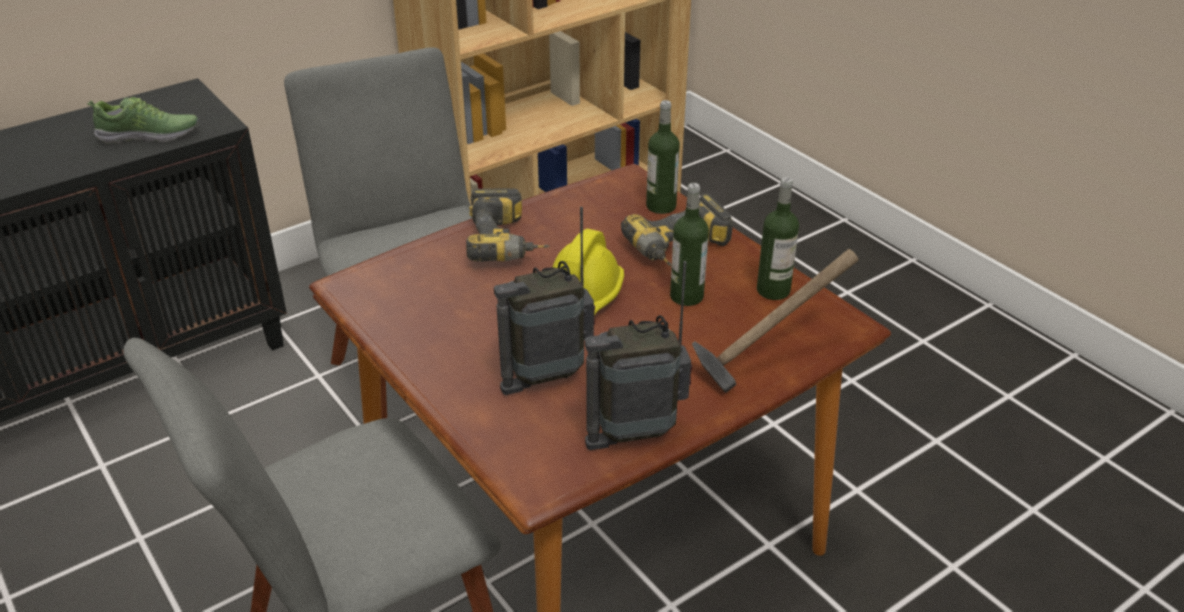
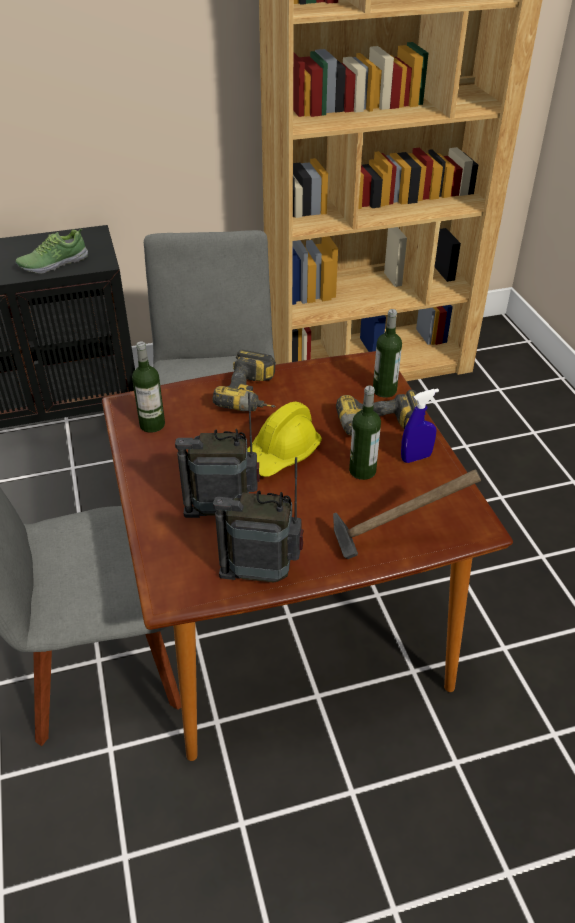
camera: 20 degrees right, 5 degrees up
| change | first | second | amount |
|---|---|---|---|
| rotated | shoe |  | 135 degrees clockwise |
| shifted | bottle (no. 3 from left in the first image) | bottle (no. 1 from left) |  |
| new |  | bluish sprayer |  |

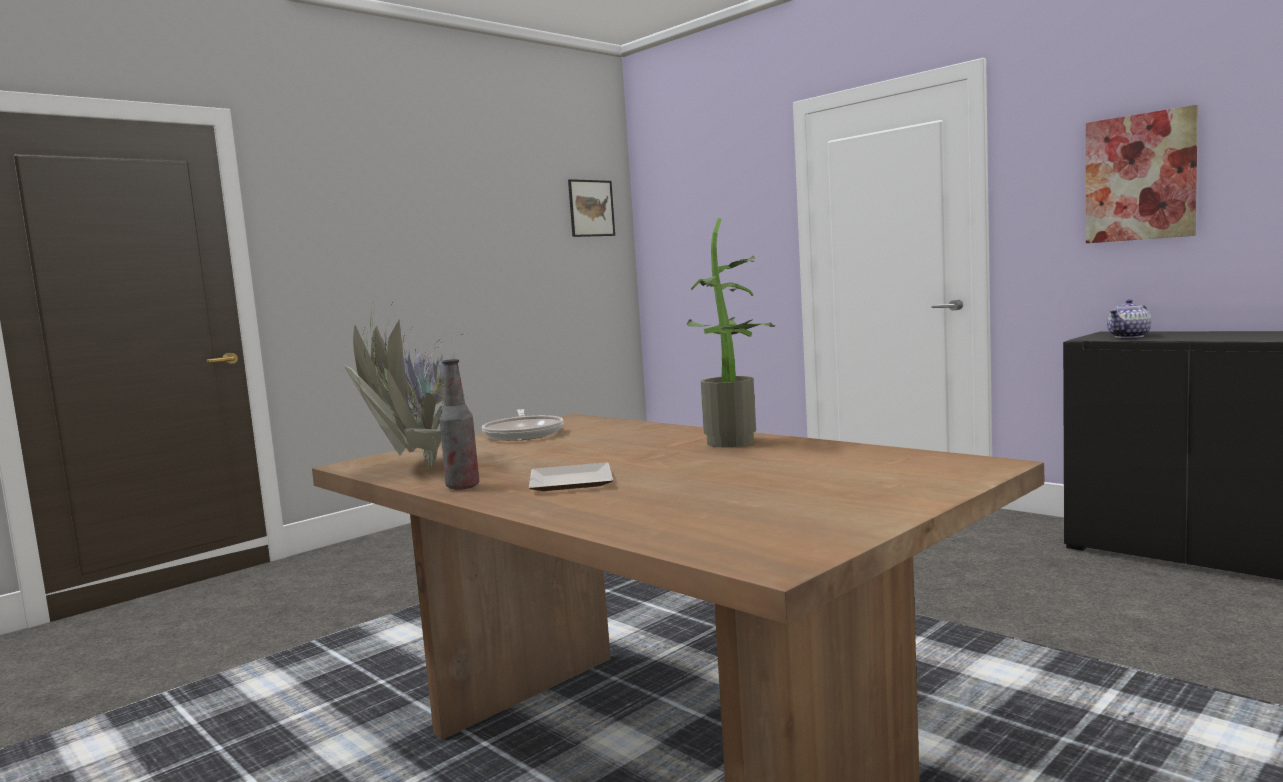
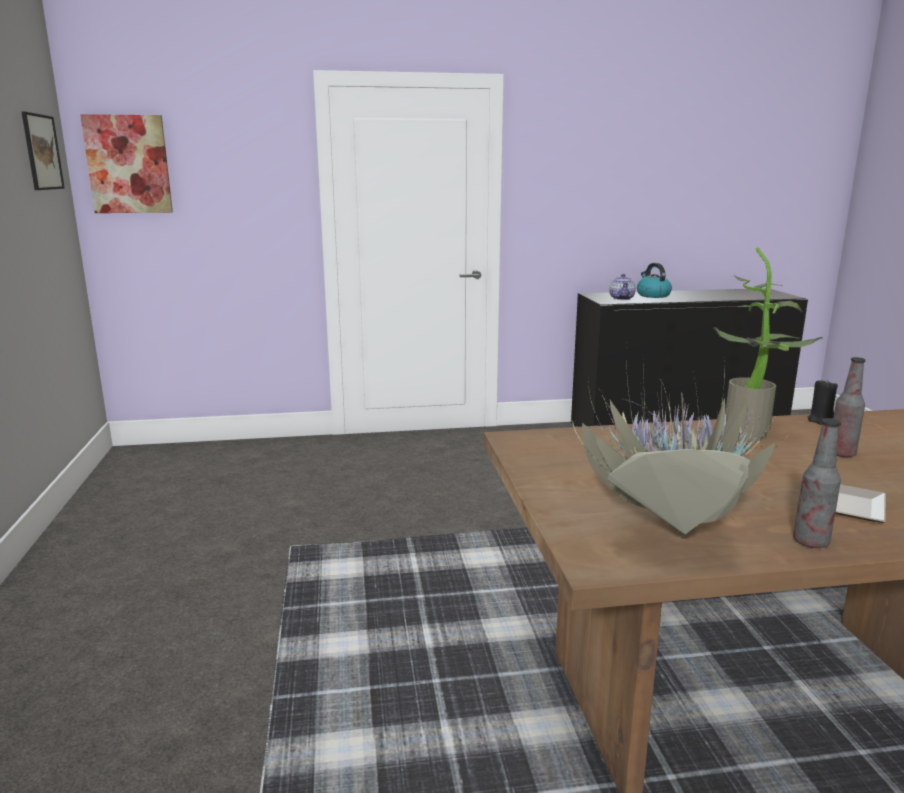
camera: 55 degrees left, 10 degrees up
| change | first | second | amount |
|---|---|---|---|
| shifted | picture (no. 2 from left) |  |  |
| gone | pan |  |  |
| new |  | water kettle |  |
| new |  | bottle (no. 2 from left) |  |
| new |  | black wax light |  |

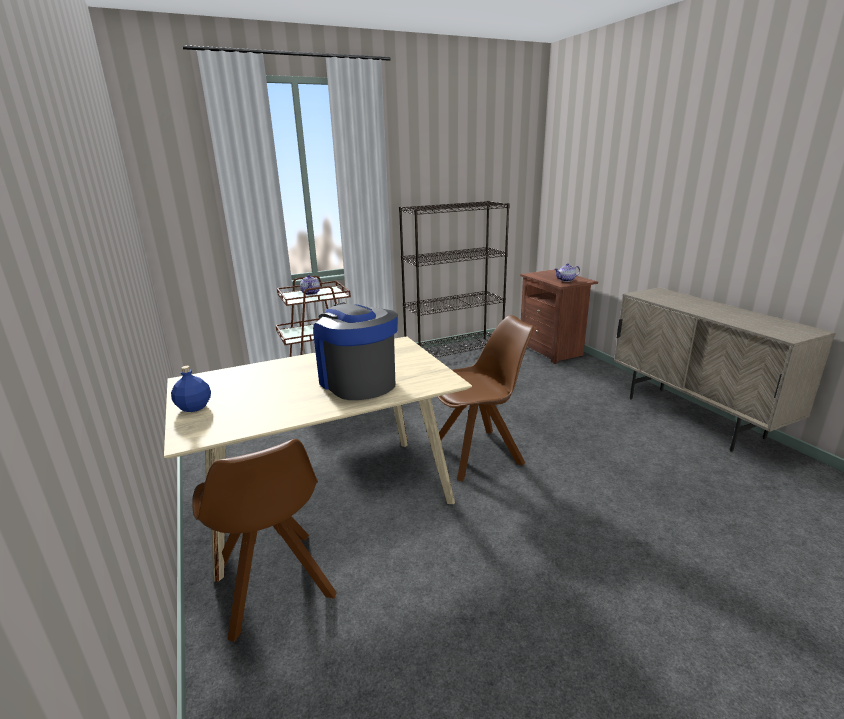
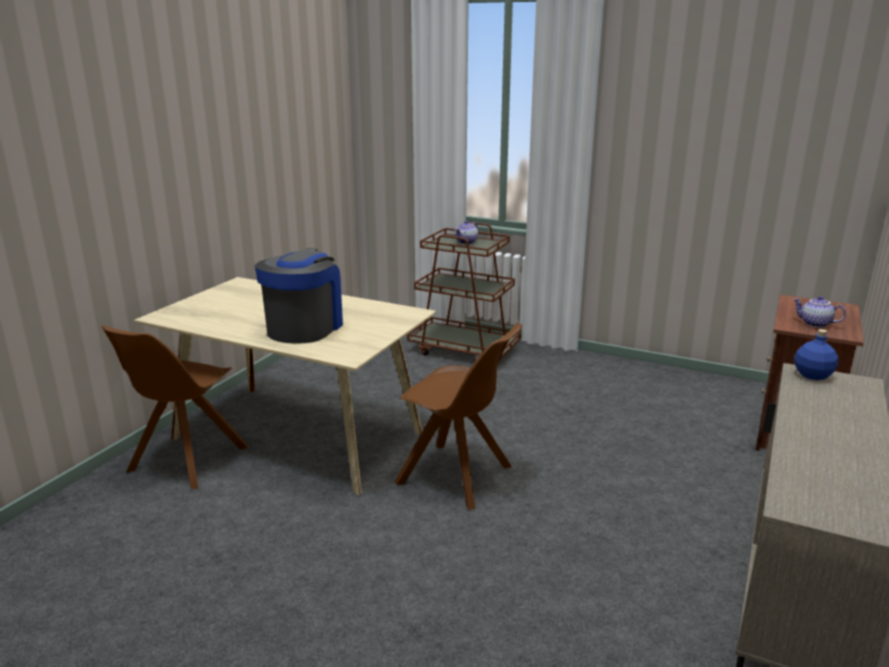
camera: 50 degrees right, 0 degrees up
| change | first | second | amount |
|---|---|---|---|
| gone | black bookshelf |  |  |
| shifted | bluish bottle |  |  |

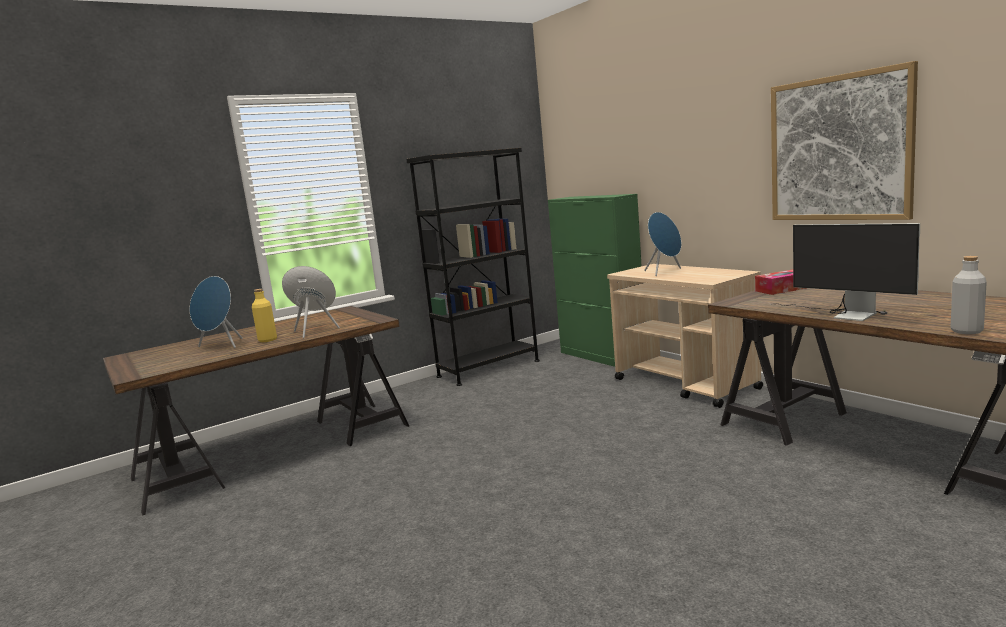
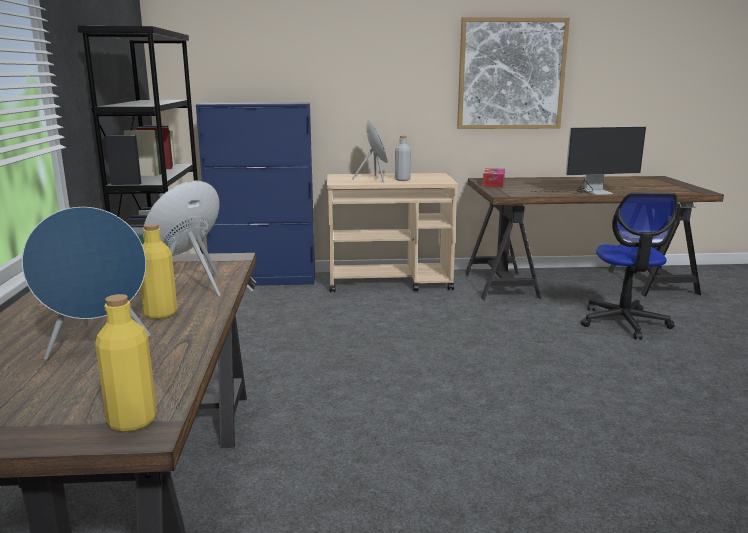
camera: 60 degrees left, 5 degrees up
| change | first | second | amount |
|---|---|---|---|
| repainted | greenish storage cabinet | bluish storage cabinet |  |
| shifted | gray bottle |  |  |
| new |  | office chair |  |
| new |  | yellow-coloured bottle (no. 1 from left) |  |

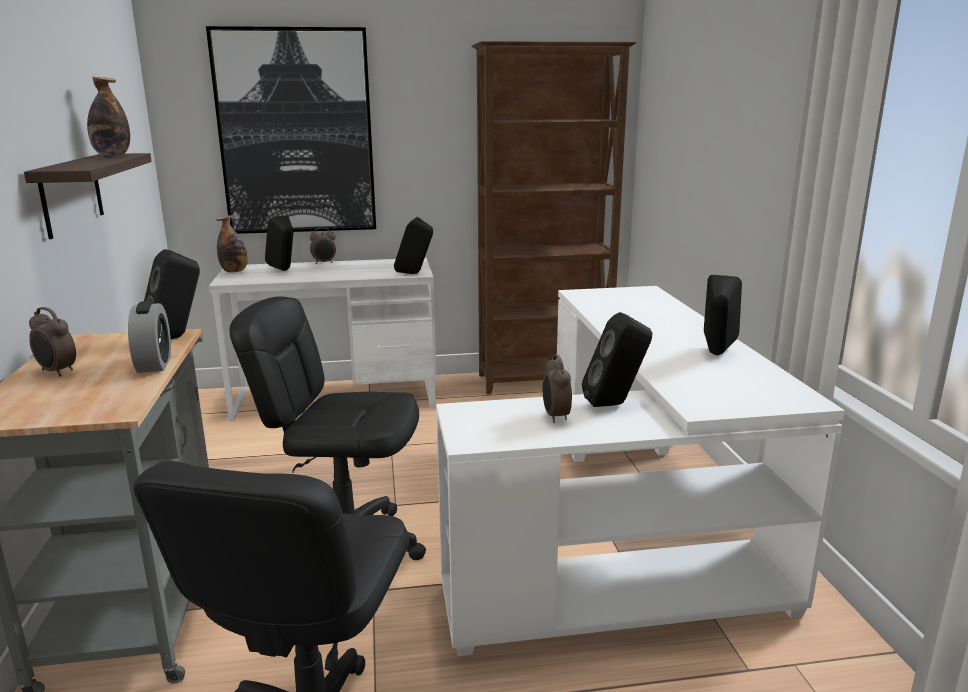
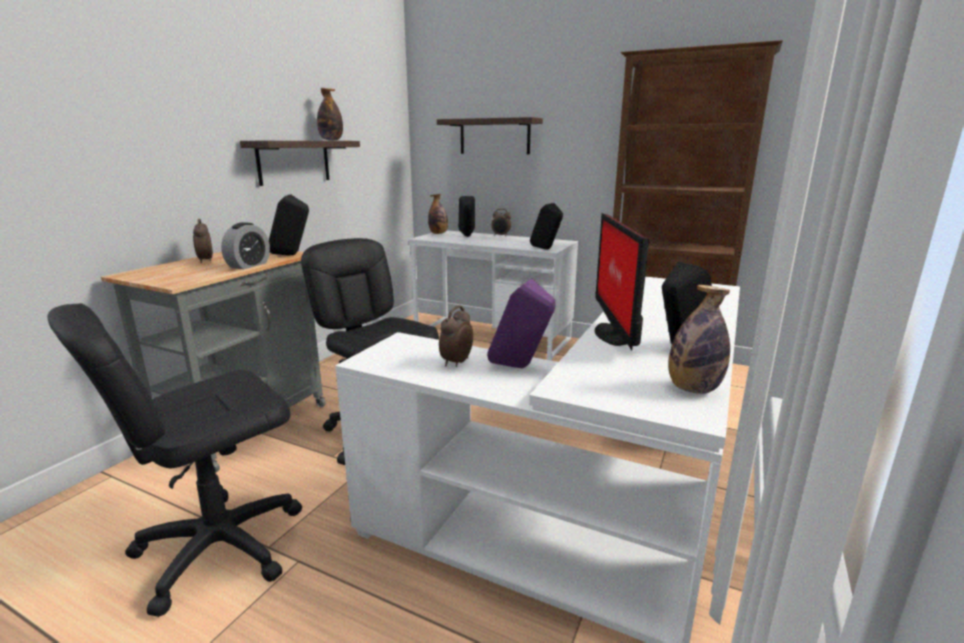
camera: 35 degrees right, 0 degrees up
| change | first | second | amount |
|---|---|---|---|
| swapped | picture | bracket shelf (no. 2 from left) |  |
| repainted | black audio speaker (no. 4 from left) | purple audio speaker |  |
| new |  | computer display |  |
| new |  | bottle (no. 3 from left) |  |

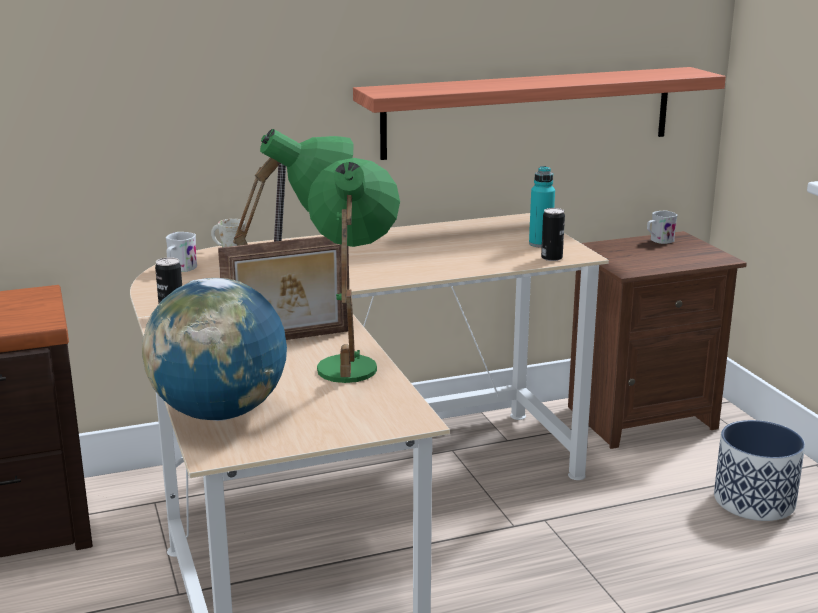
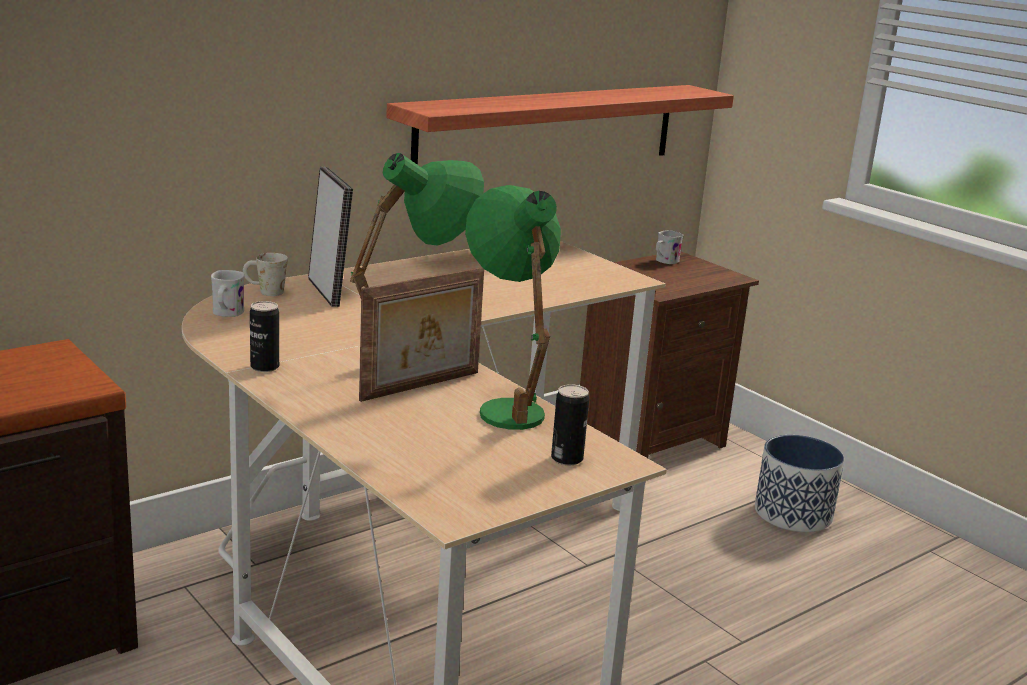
camera: 20 degrees left, 0 degrees up
| change | first | second | amount |
|---|---|---|---|
| gone | turquoise-coloured bottle |  |  |
| shifted | sealed can (no. 2 from left) |  |  |
| gone | desk globe |  |  |

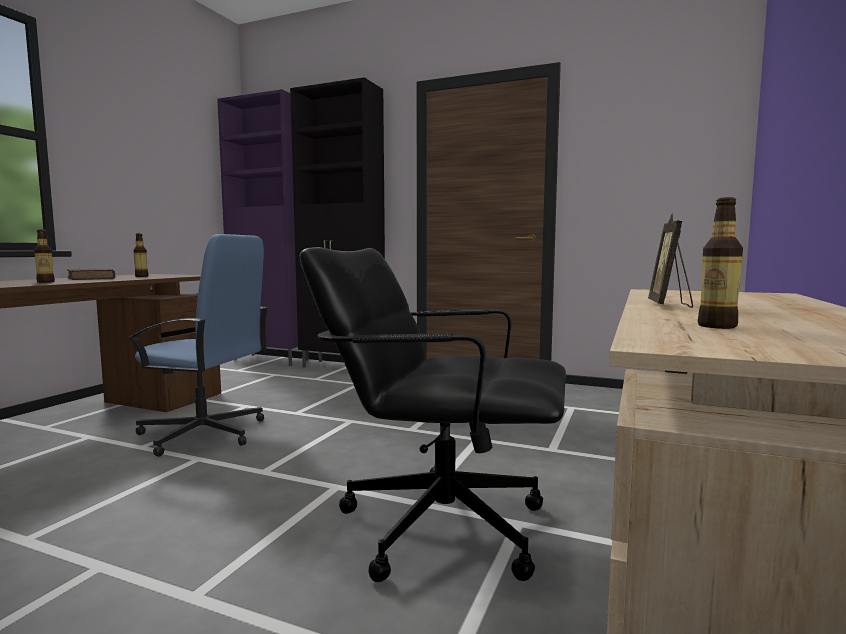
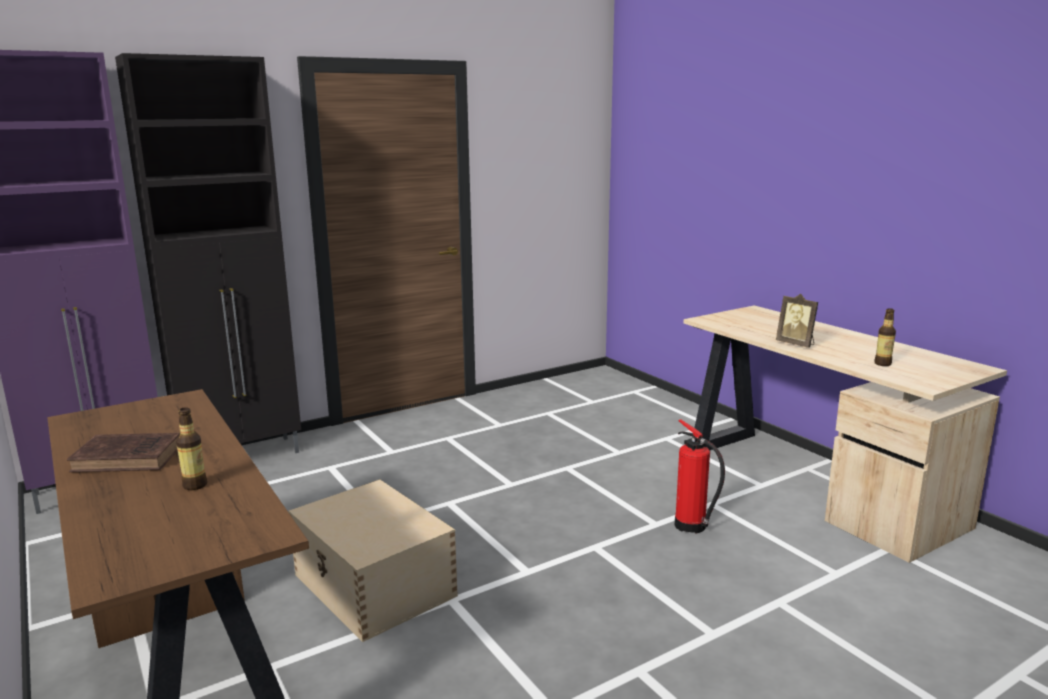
camera: 55 degrees left, 10 degrees up
| change | first | second | amount |
|---|---|---|---|
| gone | bottle (no. 2 from left) |  |  |
| swapped | bluish office chair | beige storage box |  |
| swapped | black office chair | fire-fighting cylinder |  |

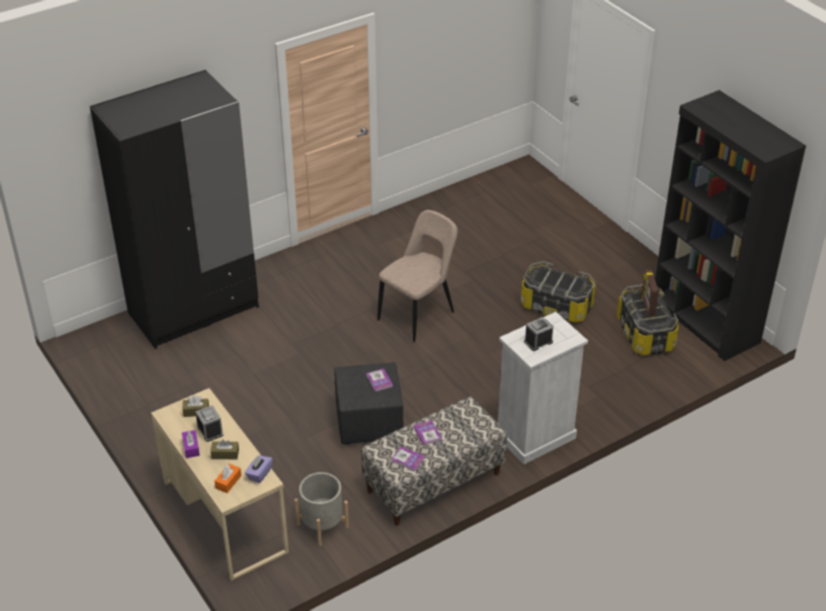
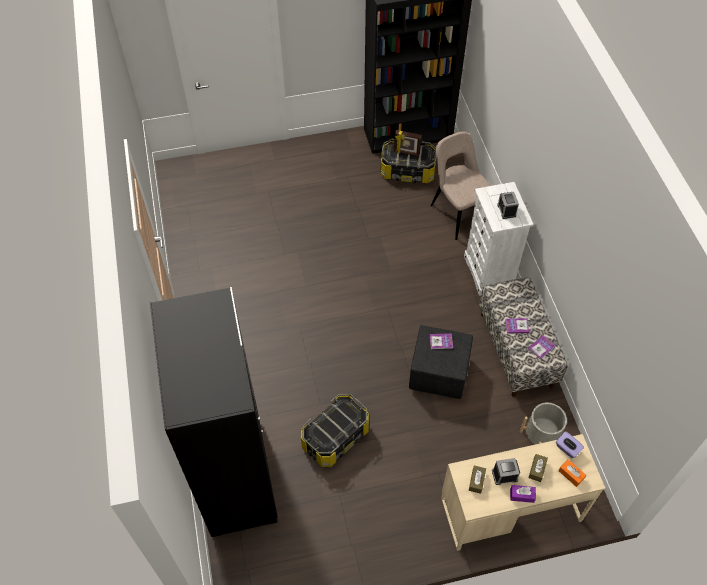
camera: 70 degrees left, 15 degrees up
| change | first | second | amount |
|---|---|---|---|
| shifted | beige upright chair |  |  |
| shifted | storage box (no. 1 from left) |  |  |

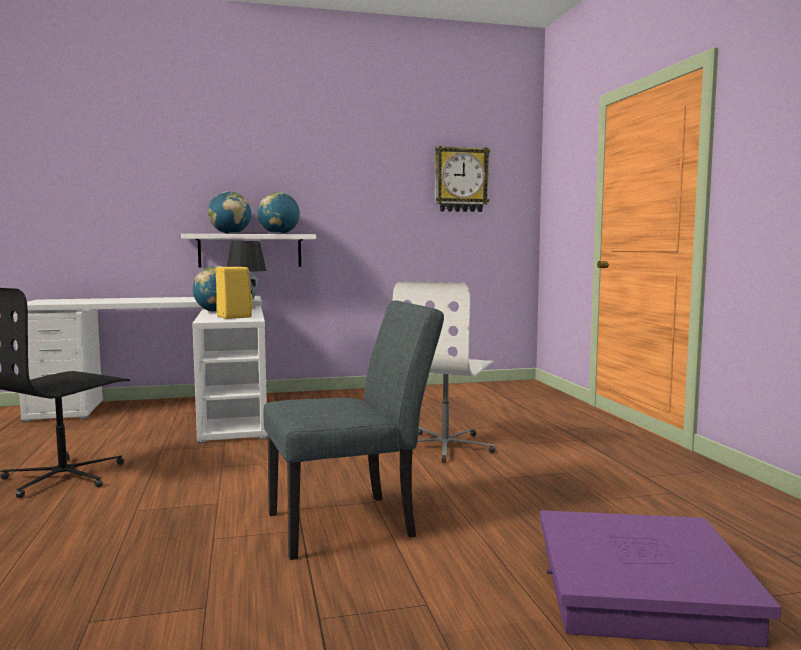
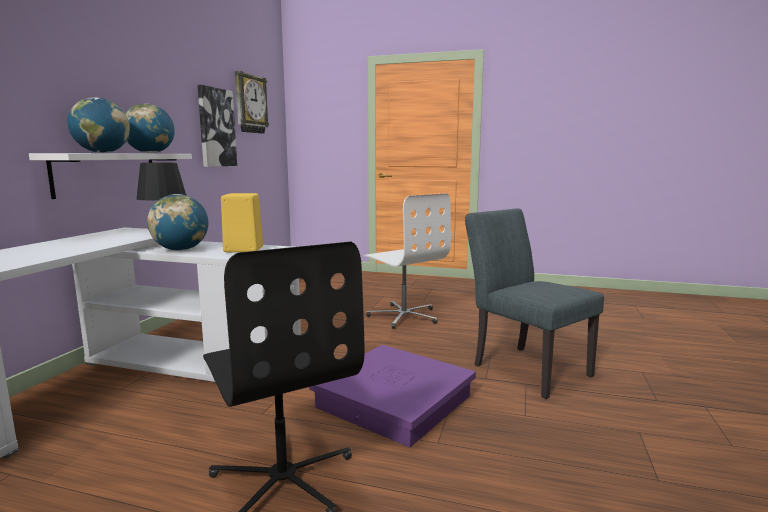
camera: 60 degrees left, 5 degrees up
| change | first | second | amount |
|---|---|---|---|
| rotated | gray upright chair |  | 45 degrees counterclockwise |
| shifted | purple storage box |  |  |
| new |  | picture |  |

